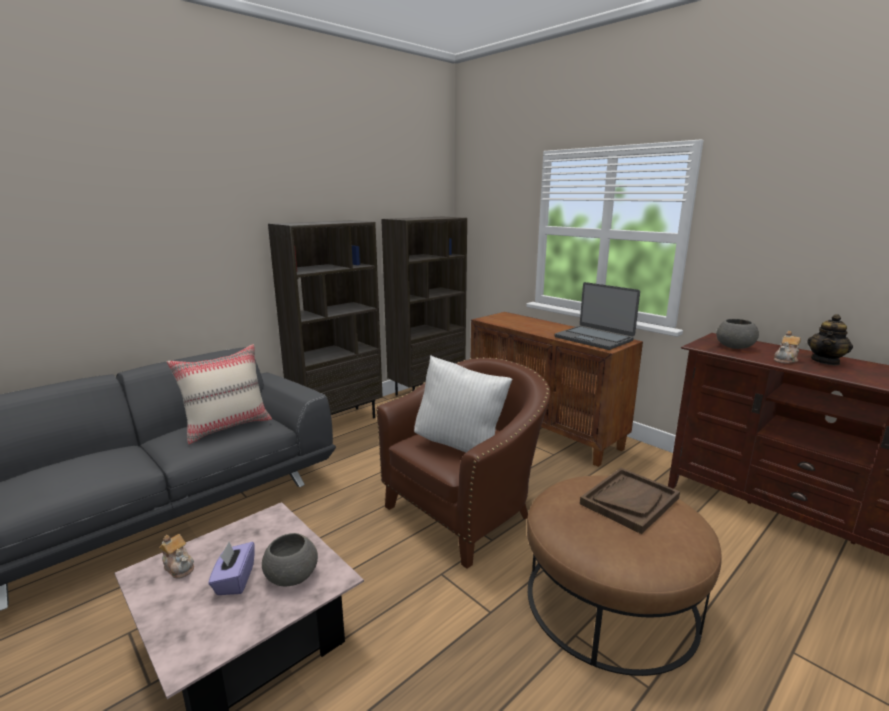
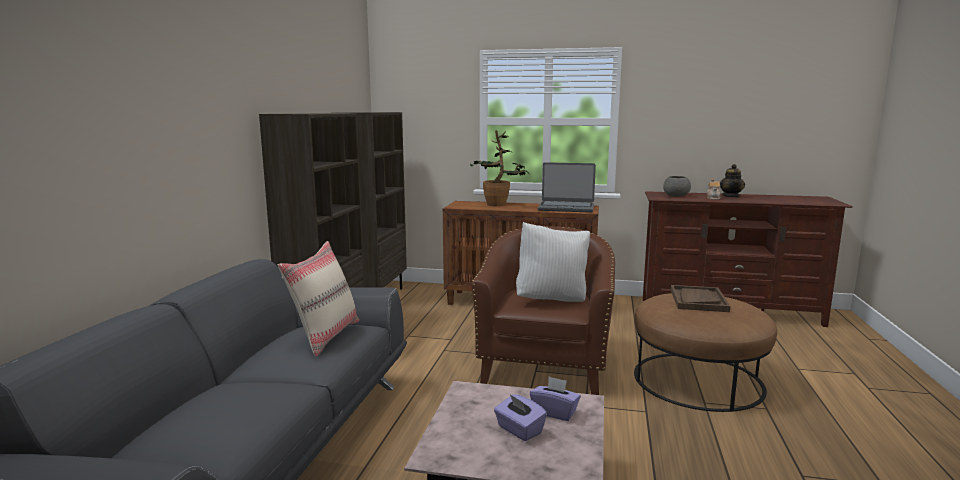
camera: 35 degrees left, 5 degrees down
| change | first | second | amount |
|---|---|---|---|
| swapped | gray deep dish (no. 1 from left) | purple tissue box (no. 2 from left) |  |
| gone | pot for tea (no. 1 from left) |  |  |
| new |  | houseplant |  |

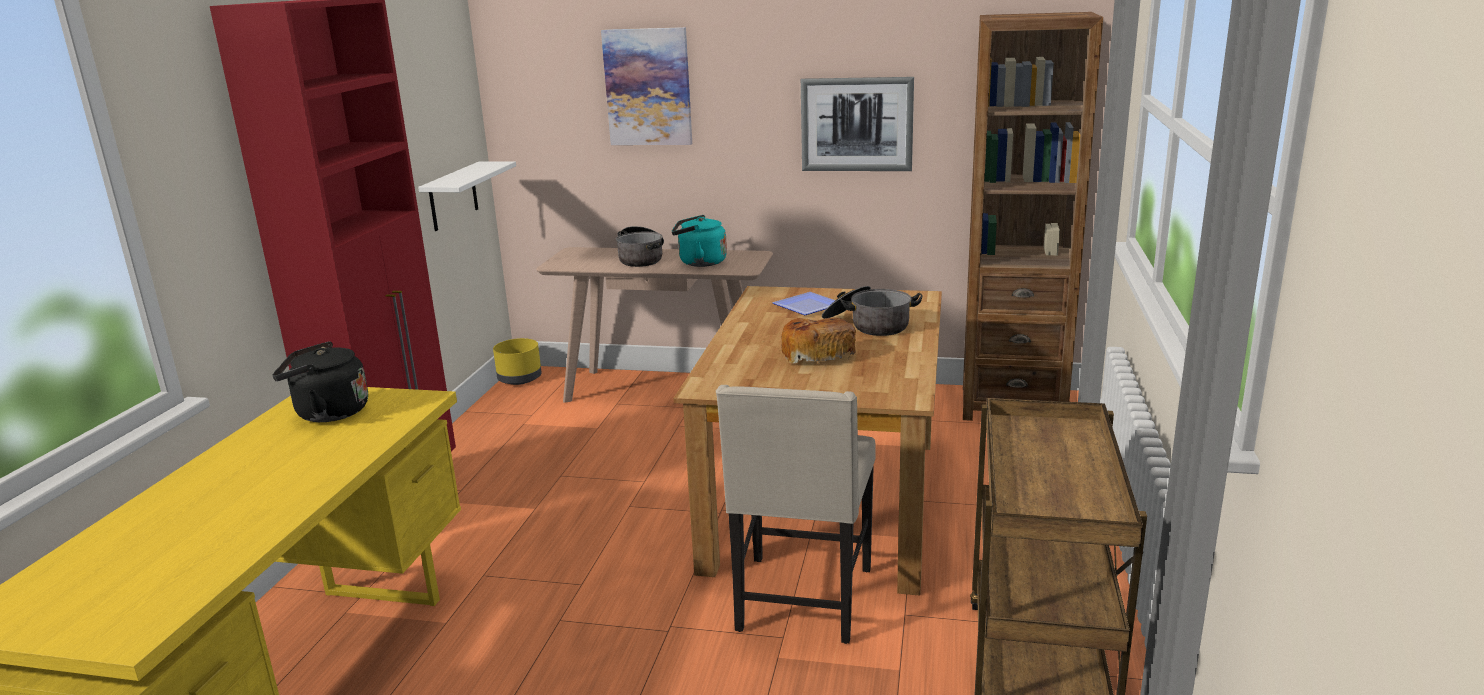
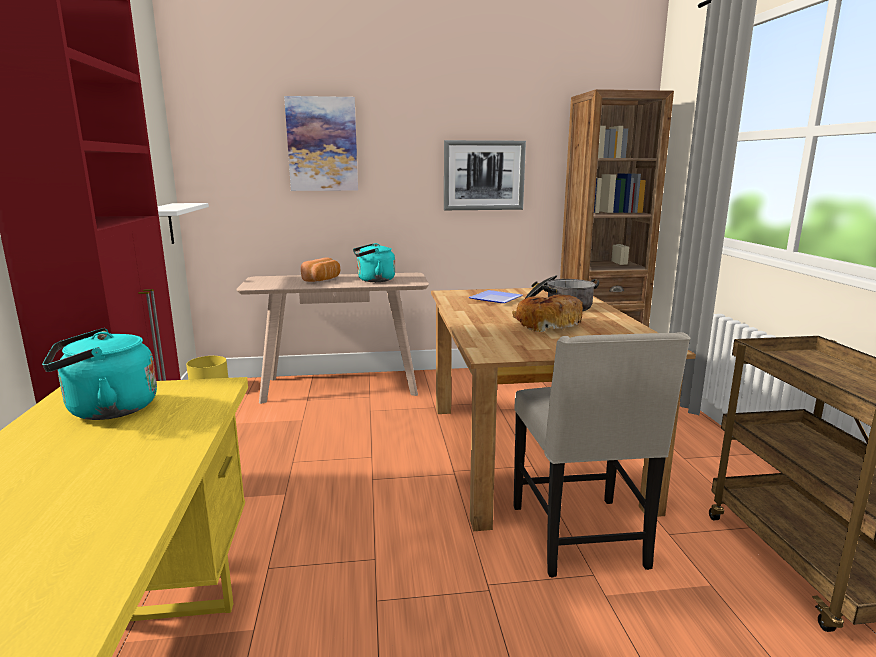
camera: 20 degrees left, 5 degrees down
| change | first | second | amount |
|---|---|---|---|
| swapped | saucepot (no. 1 from left) | bakery bread (no. 1 from left) |  |
| repainted | black water kettle | turquoise-coloured water kettle (no. 1 from left) |  |

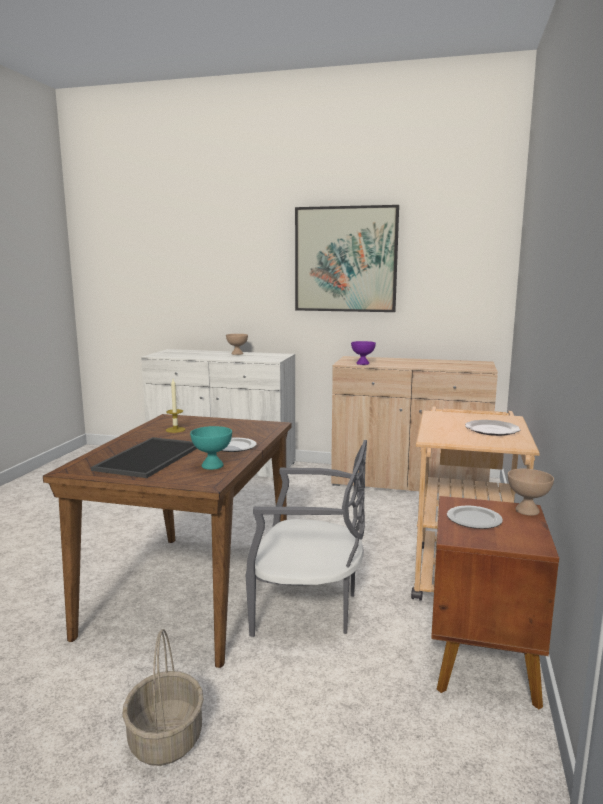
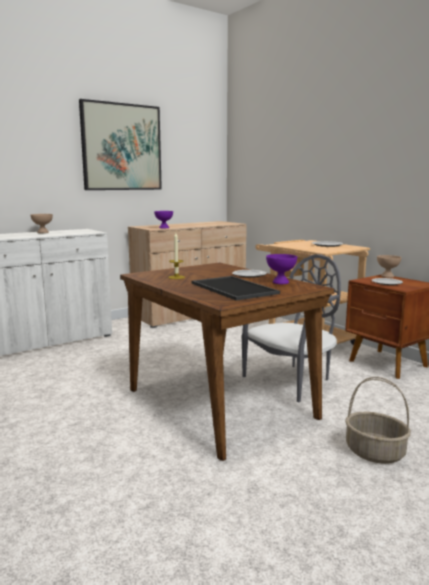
camera: 50 degrees left, 0 degrees up
| change | first | second | amount |
|---|---|---|---|
| repainted | turquoise-coloured deep dish | purple deep dish (no. 2 from left) |  |

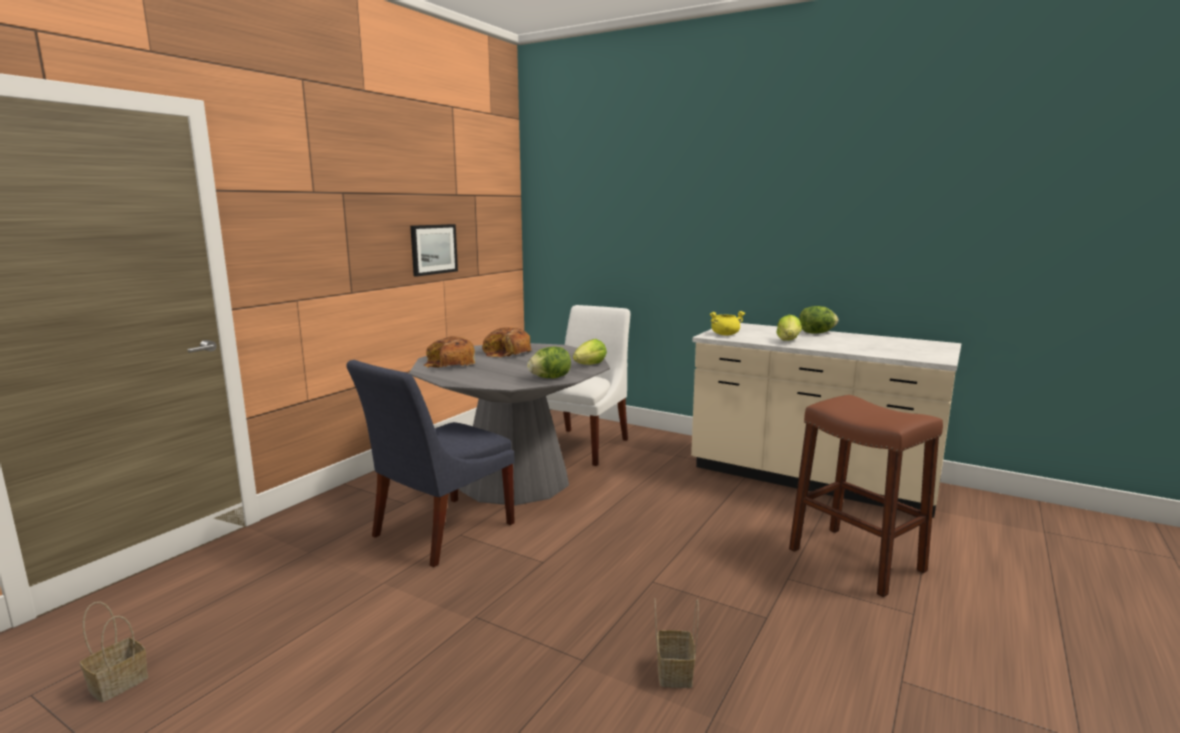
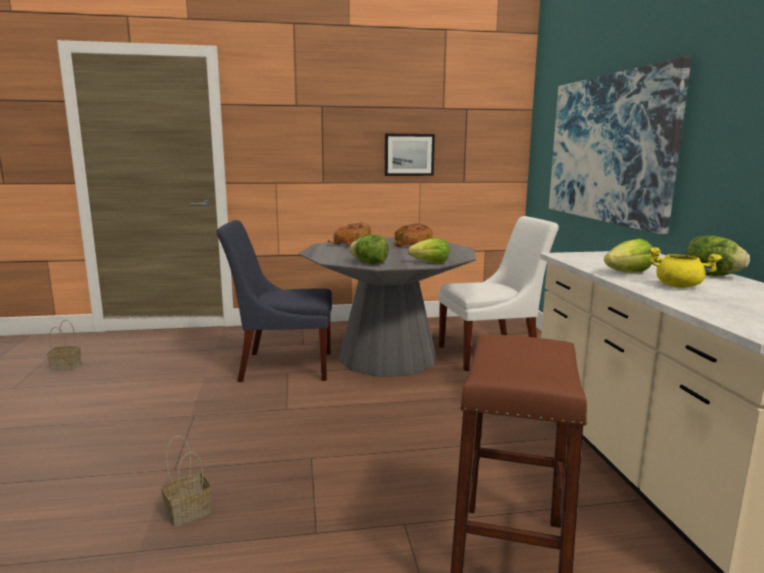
camera: 50 degrees right, 0 degrees up
| change | first | second | amount |
|---|---|---|---|
| shifted | yellow-coloured saucepot |  |  |
| new |  | picture (no. 2 from left) |  |

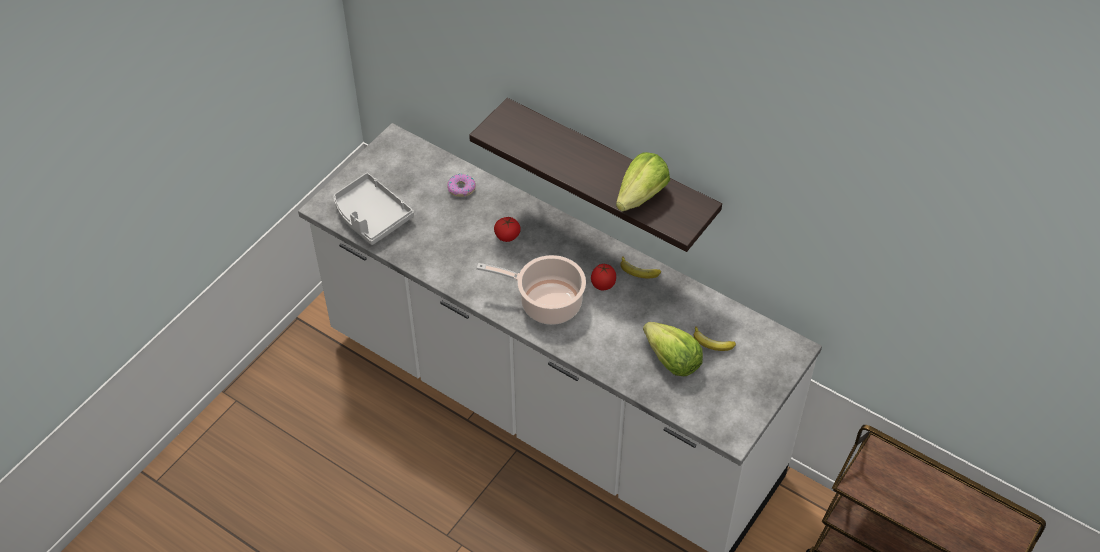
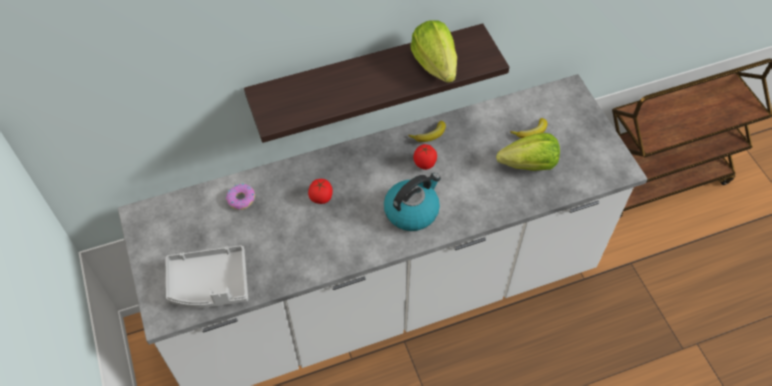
camera: 55 degrees left, 5 degrees up
| change | first | second | amount |
|---|---|---|---|
| swapped | saucepot | water kettle |  |

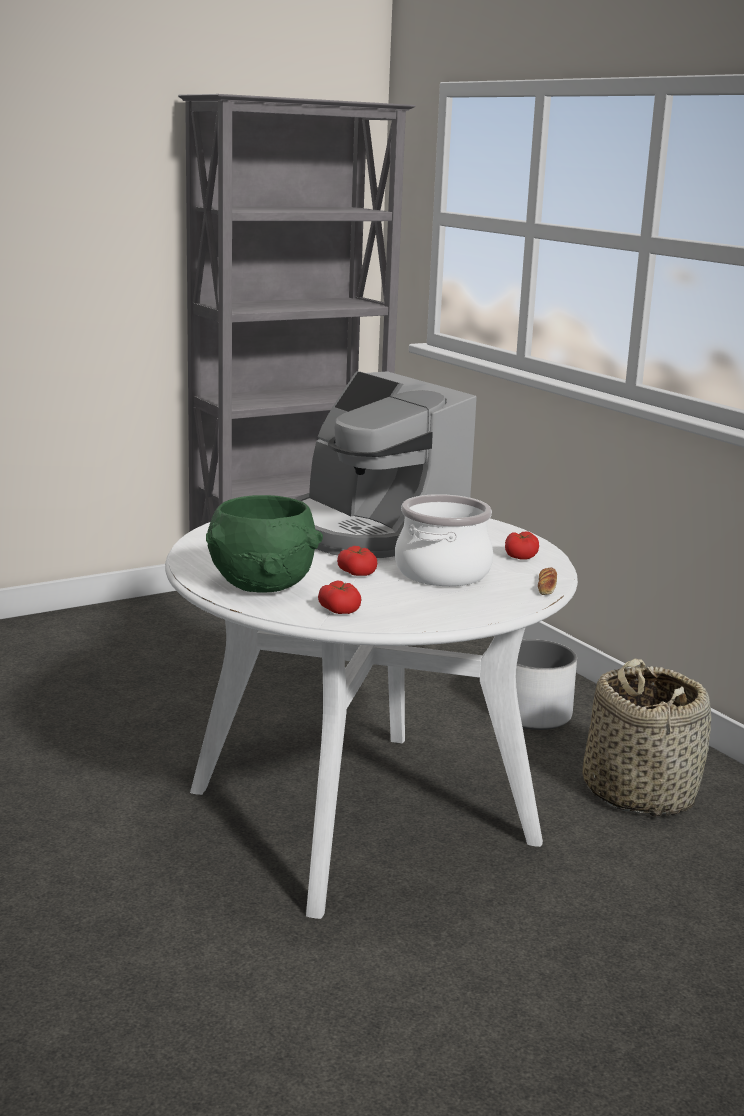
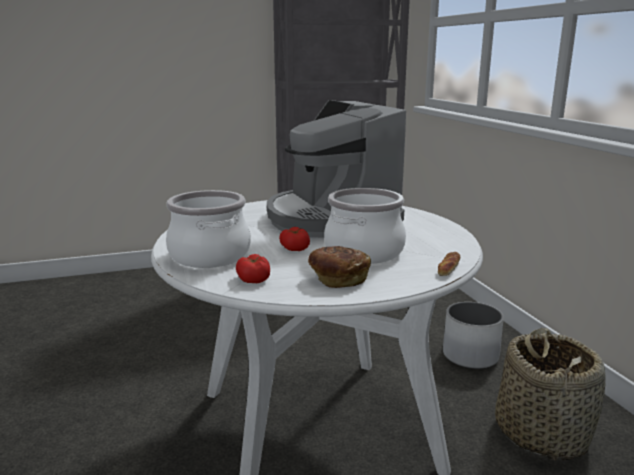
camera: 15 degrees right, 0 degrees up
| change | first | second | amount |
|---|---|---|---|
| swapped | greenish deep dish | saucepot (no. 1 from left) |  |
| gone | whole tomato (no. 3 from left) |  |  |
| new |  | bakery bread (no. 1 from left) |  |

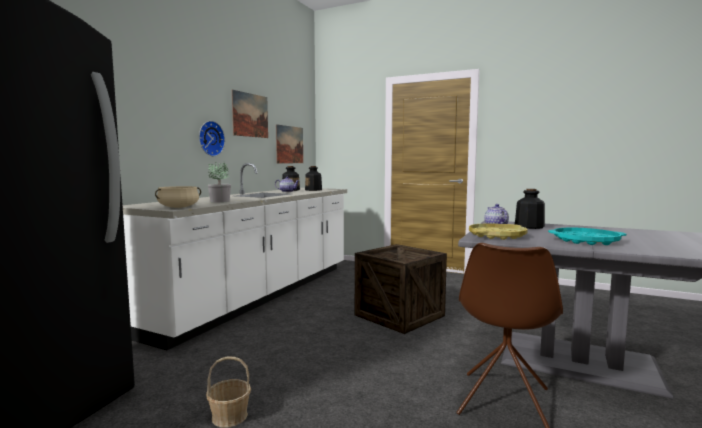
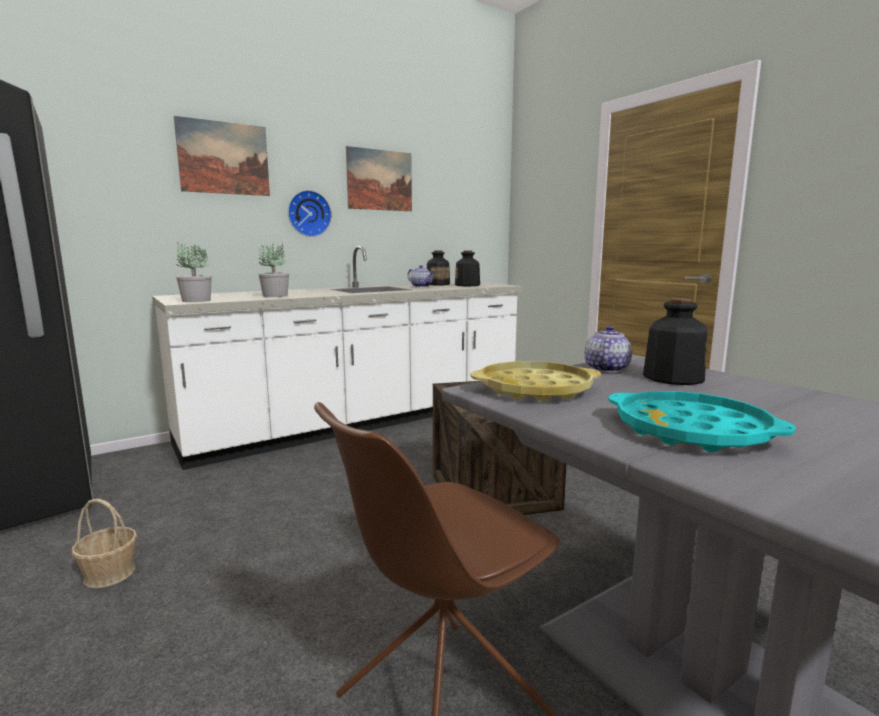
camera: 30 degrees right, 5 degrees up
| change | first | second | amount |
|---|---|---|---|
| shifted | picture (no. 2 from left in the first image) | picture (no. 1 from left) |  |
| swapped | beige saucepot | houseplant (no. 1 from left) |  |

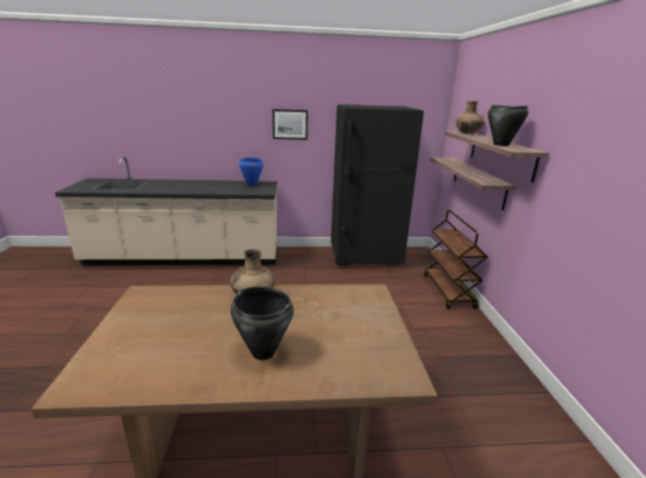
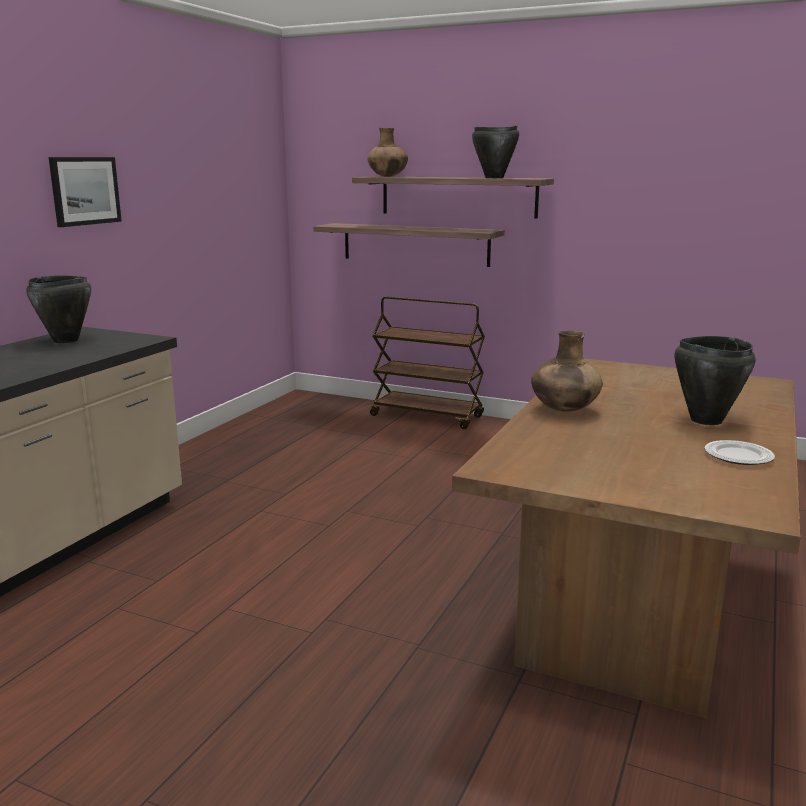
camera: 60 degrees left, 5 degrees down
| change | first | second | amount |
|---|---|---|---|
| gone | black kitchen fridge |  |  |
| repainted | bluish saucepot | black saucepot (no. 1 from left) |  |
| new |  | dinner plate |  |

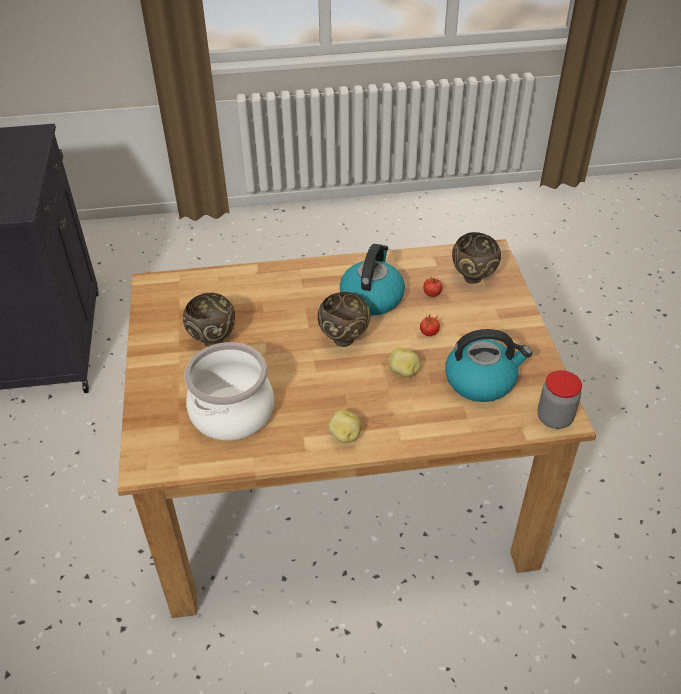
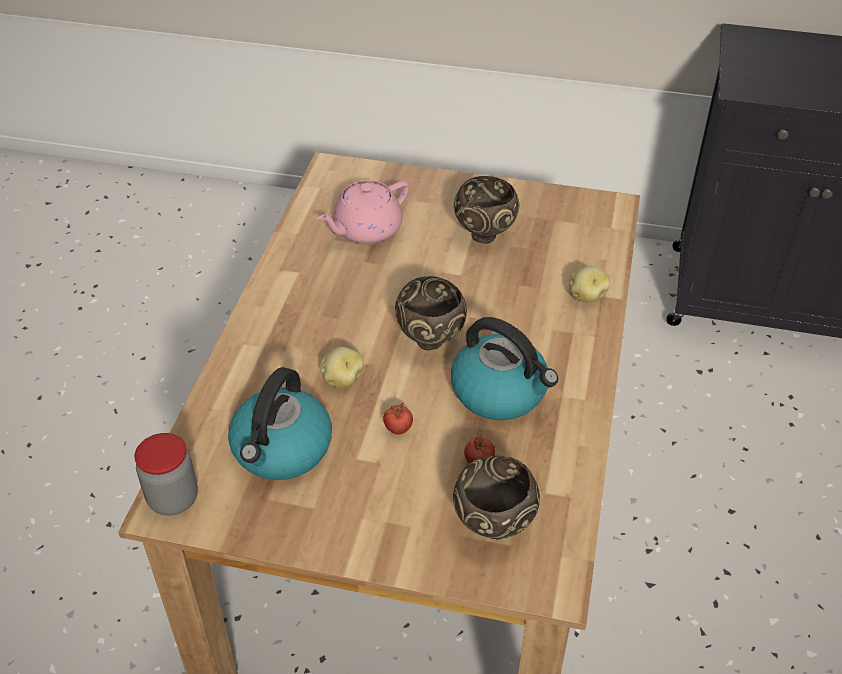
camera: 110 degrees right, 0 degrees up
| change | first | second | amount |
|---|---|---|---|
| swapped | saucepot | pinkish pot for tea |  |
| shifted | spud (no. 1 from left in the first image) | spud (no. 2 from left) |  |

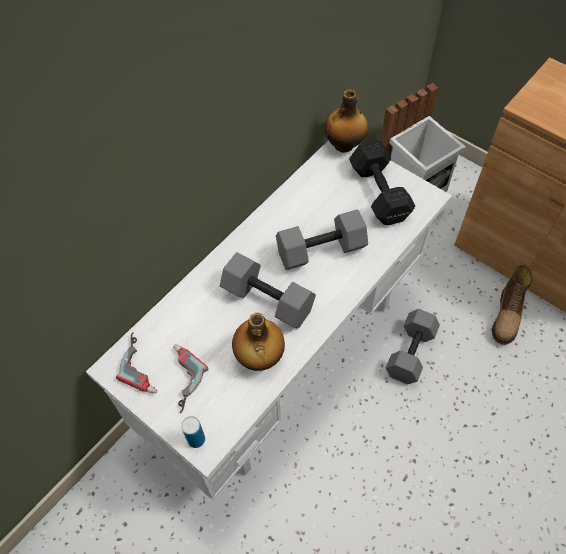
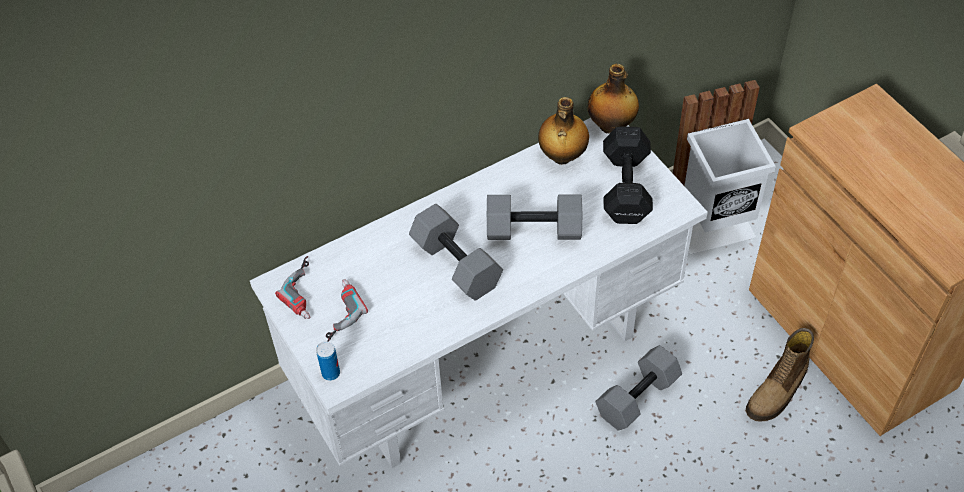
camera: 20 degrees right, 5 degrees down
| change | first | second | amount |
|---|---|---|---|
| shifted | bottle (no. 1 from left) |  |  |

